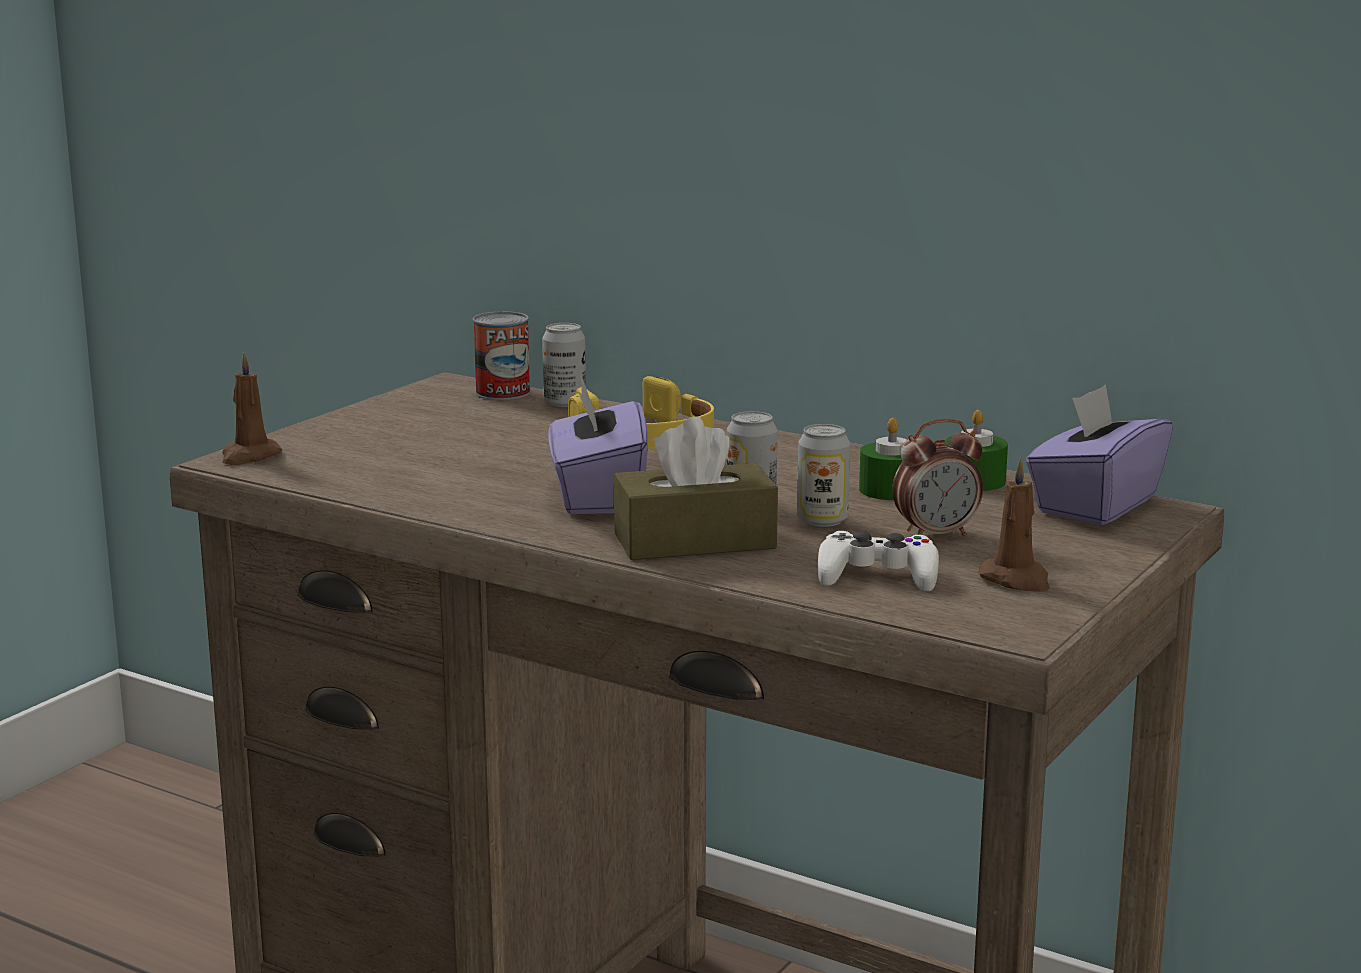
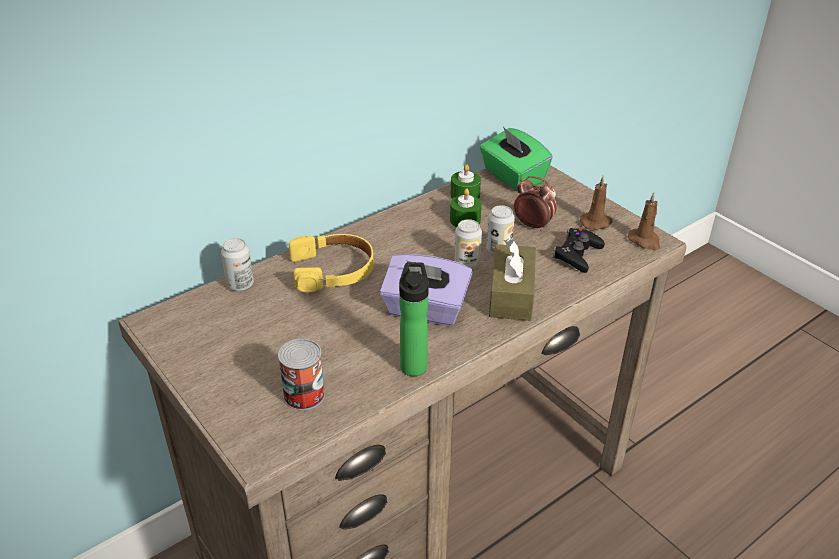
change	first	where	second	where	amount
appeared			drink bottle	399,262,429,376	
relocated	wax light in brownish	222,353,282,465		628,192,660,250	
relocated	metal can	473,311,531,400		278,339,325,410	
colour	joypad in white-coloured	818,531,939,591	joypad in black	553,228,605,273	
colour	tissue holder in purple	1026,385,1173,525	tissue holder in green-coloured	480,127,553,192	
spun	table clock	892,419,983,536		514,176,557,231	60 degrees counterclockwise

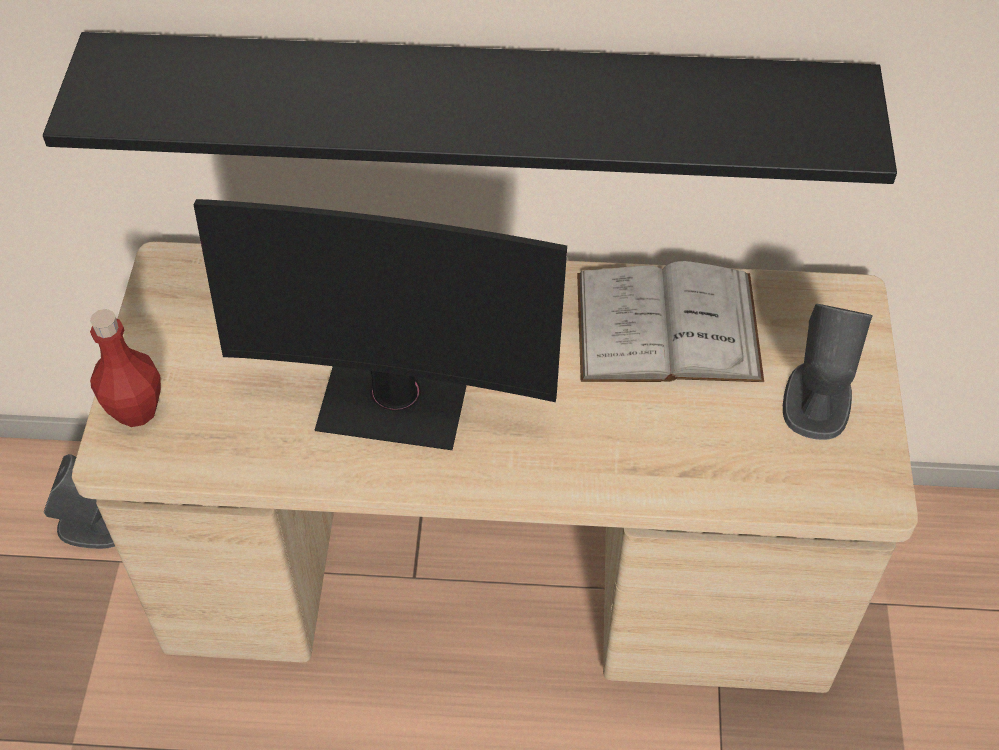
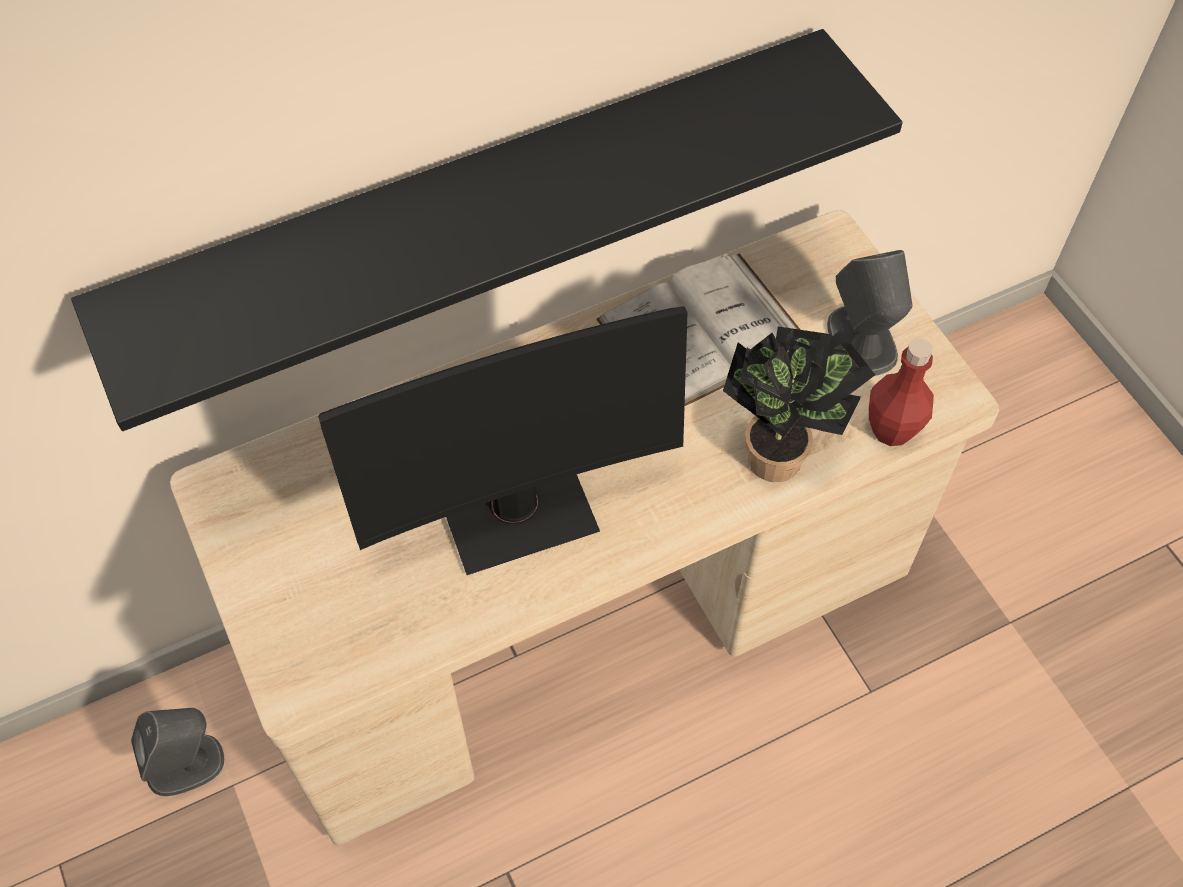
change	first	where	second	where	amount
appeared			potted plant	723,326,875,482	
relocated	drink bottle in reddish	90,309,161,427		869,338,934,446	

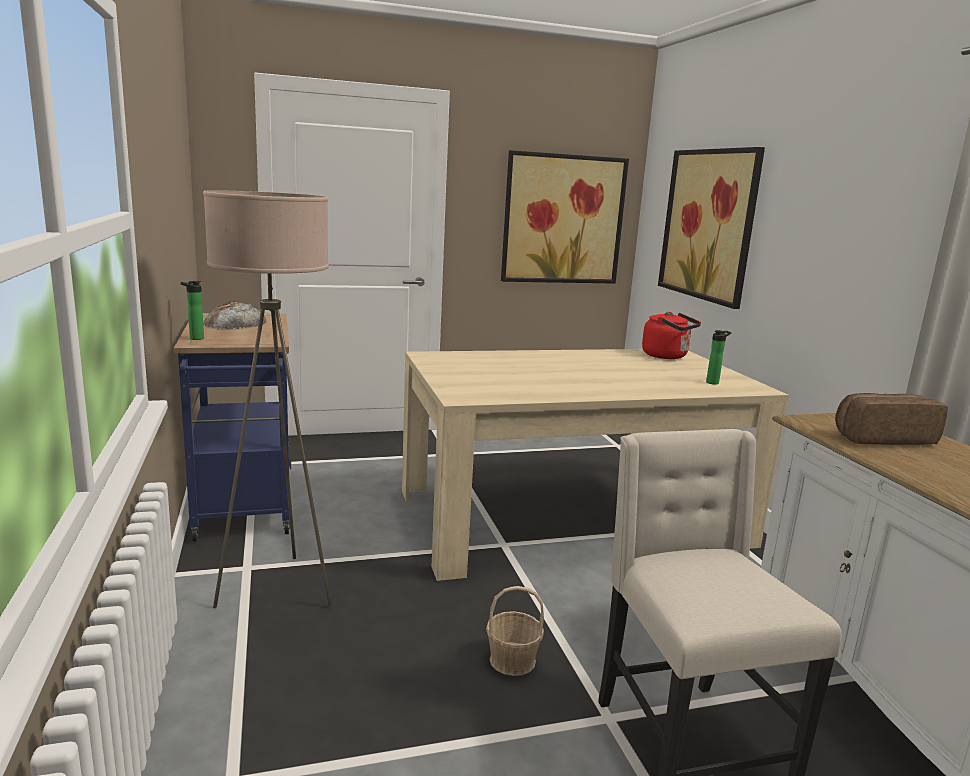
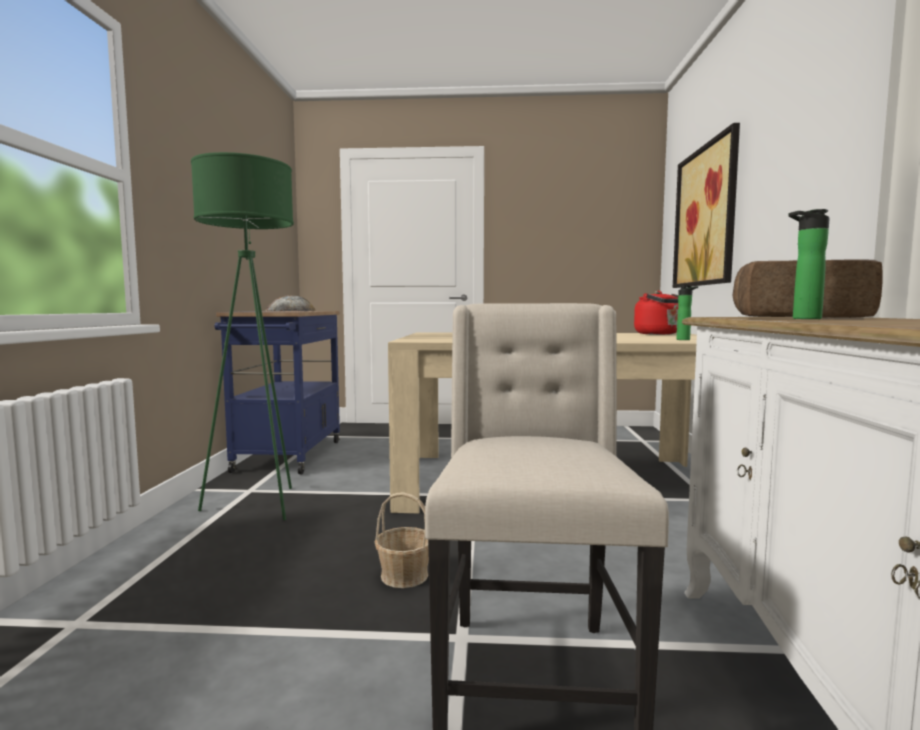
change	first	where	second	where	amount
missing	picture	501,150,629,284			
relocated	drink bottle	180,281,204,340		788,209,830,319	
colour	floor lamp in beige-coloured	203,190,332,608	floor lamp in green-coloured	191,152,294,520	

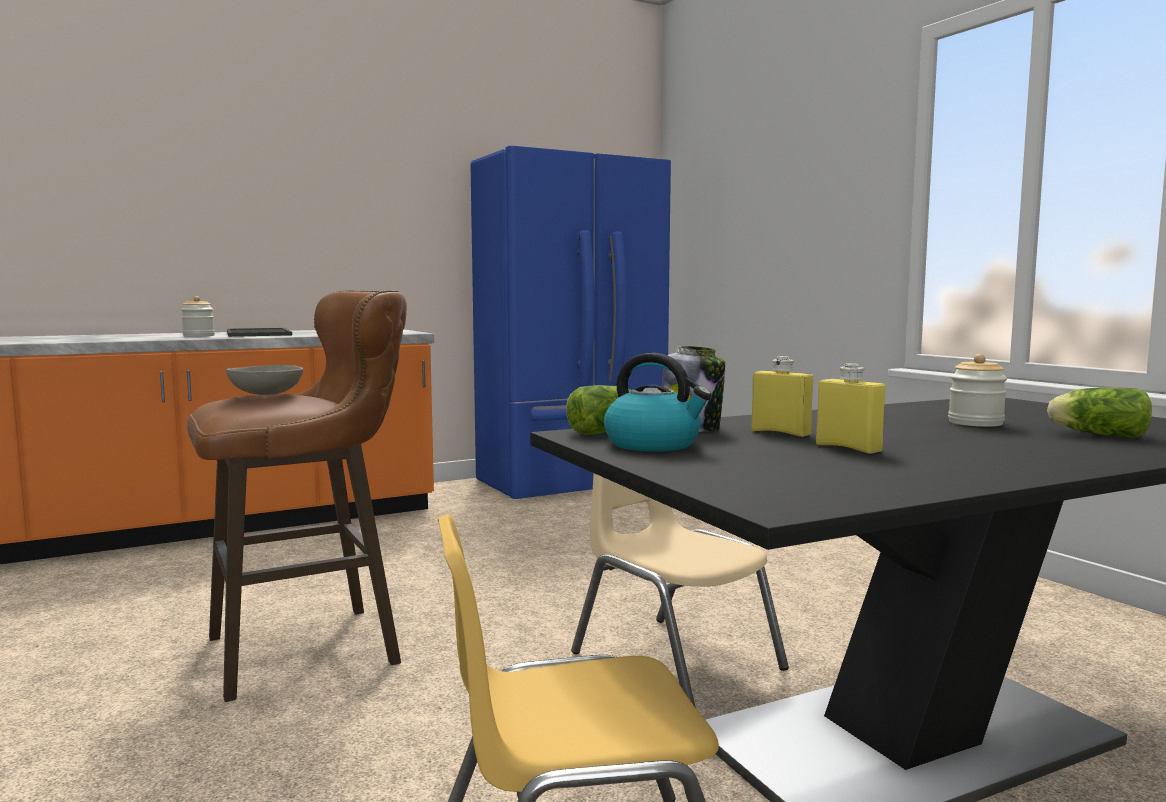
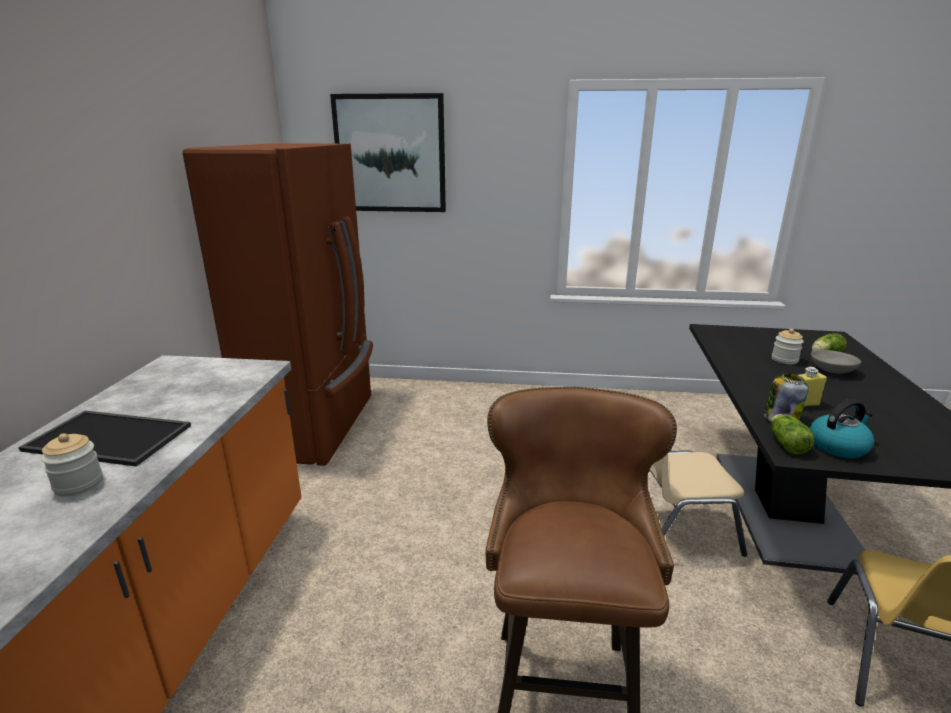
change	first	where	second	where	amount
missing	drink bottle in yellow	816,363,885,454			
appeared			picture	330,93,446,212	
relocated	deep dish in grey	226,365,303,395		811,350,861,374	
colour	refrigerator in blue	470,145,671,499	refrigerator in brownish	183,143,373,466	

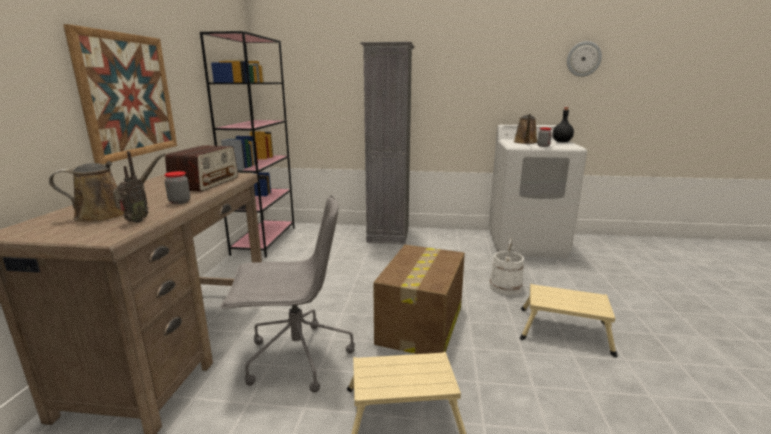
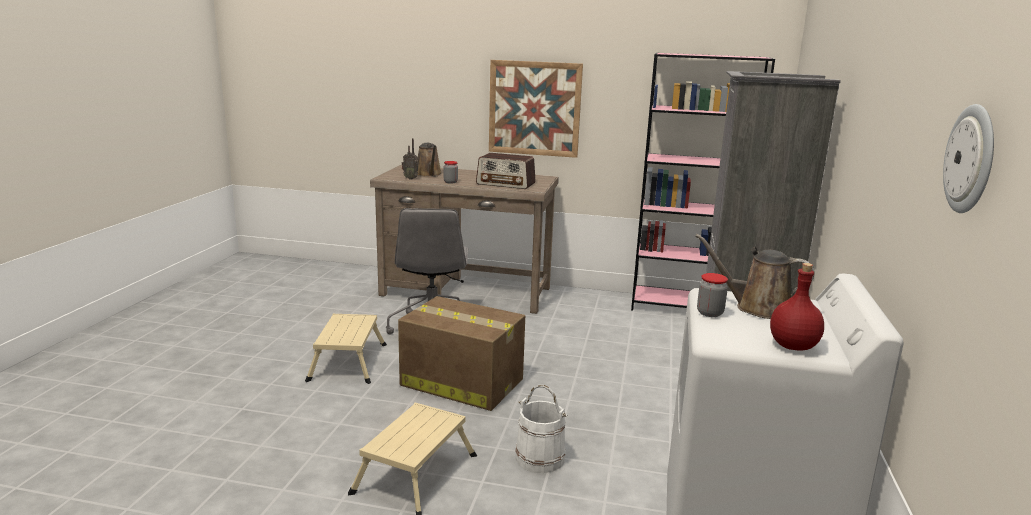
change	first	where	second	where	amount
colour	drink bottle in black	553,107,574,142	drink bottle in reddish	770,263,824,350	

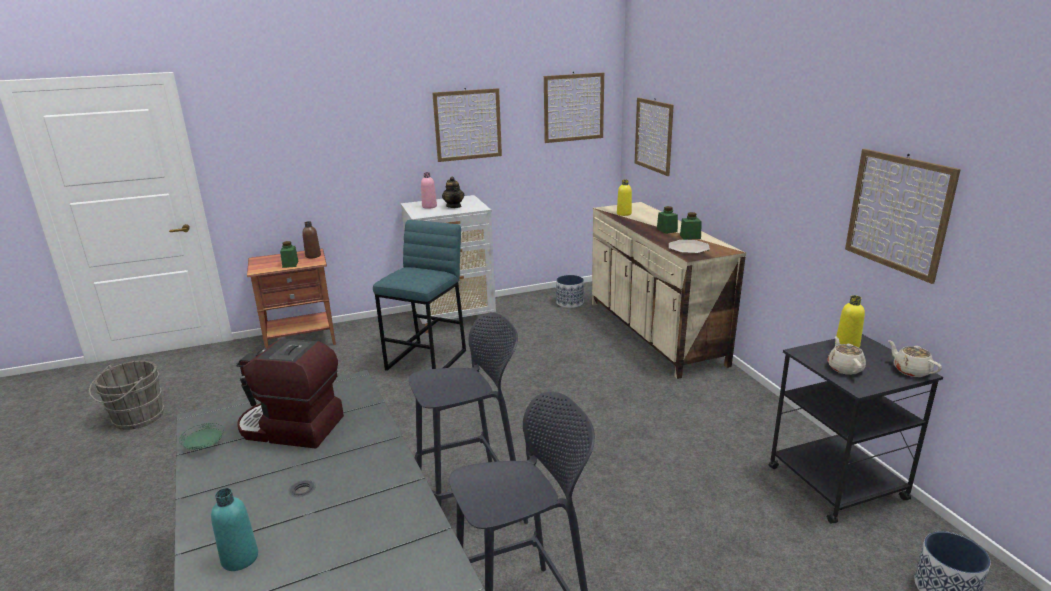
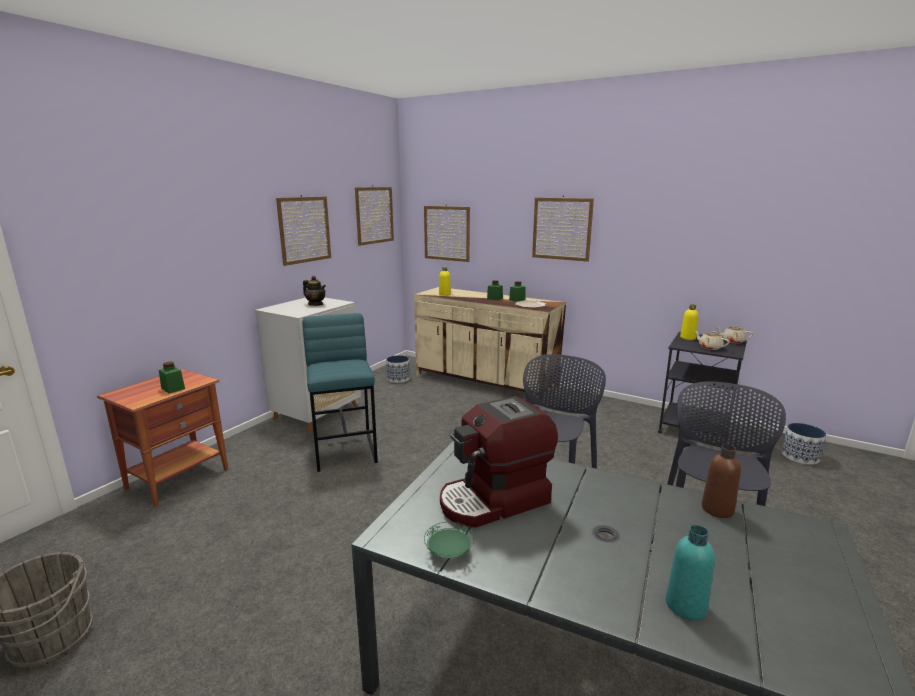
change	first	where	second	where	amount
missing	drink bottle in pink	421,172,437,209			
relocated	drink bottle in brownish	302,221,321,258		701,445,741,518	
relocated	picture	845,149,961,284		532,196,594,262	

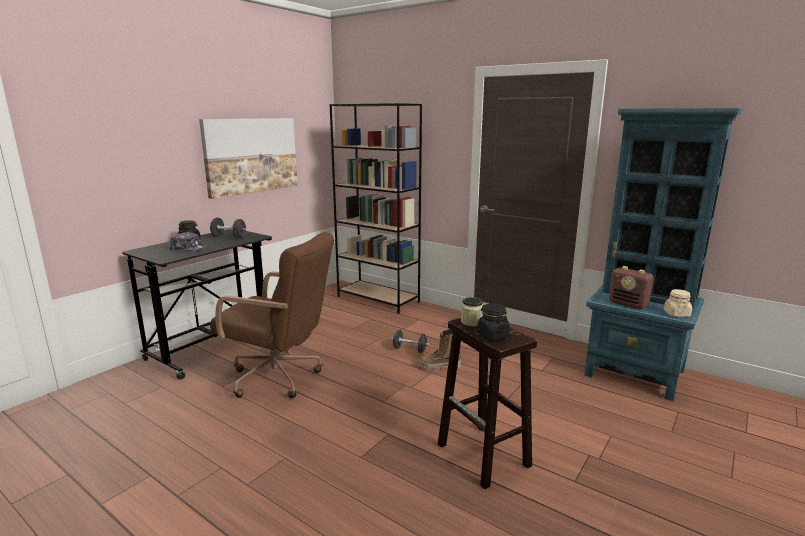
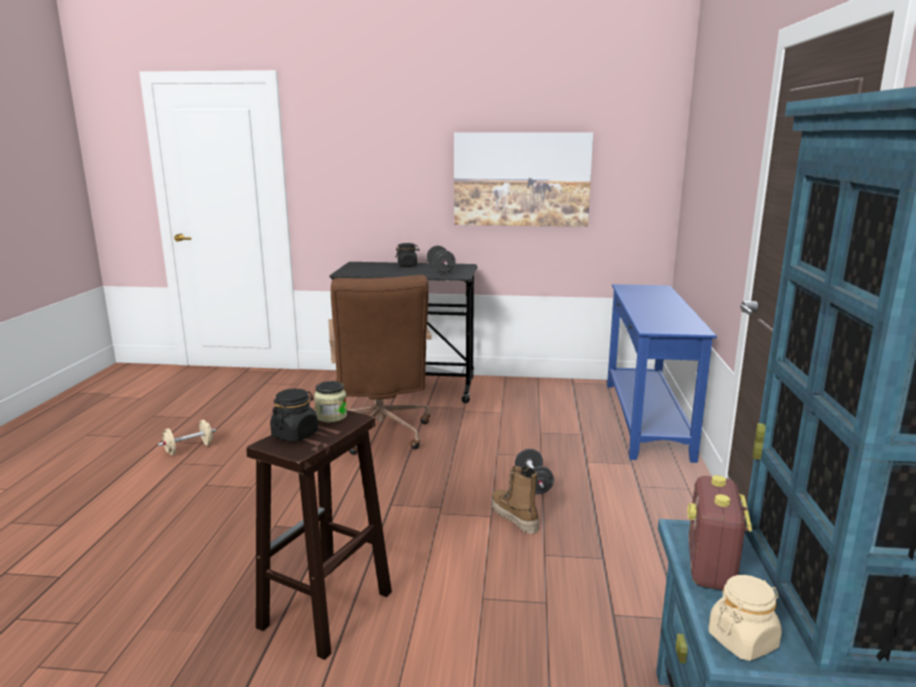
change	first	where	second	where	amount
missing	baseball cap	170,232,208,251			
appeared			dumbbell in beige-coloured	158,420,216,455	
exchanged	shelving unit in beige-coloured	330,103,422,314	hall table in blue	607,284,717,463	

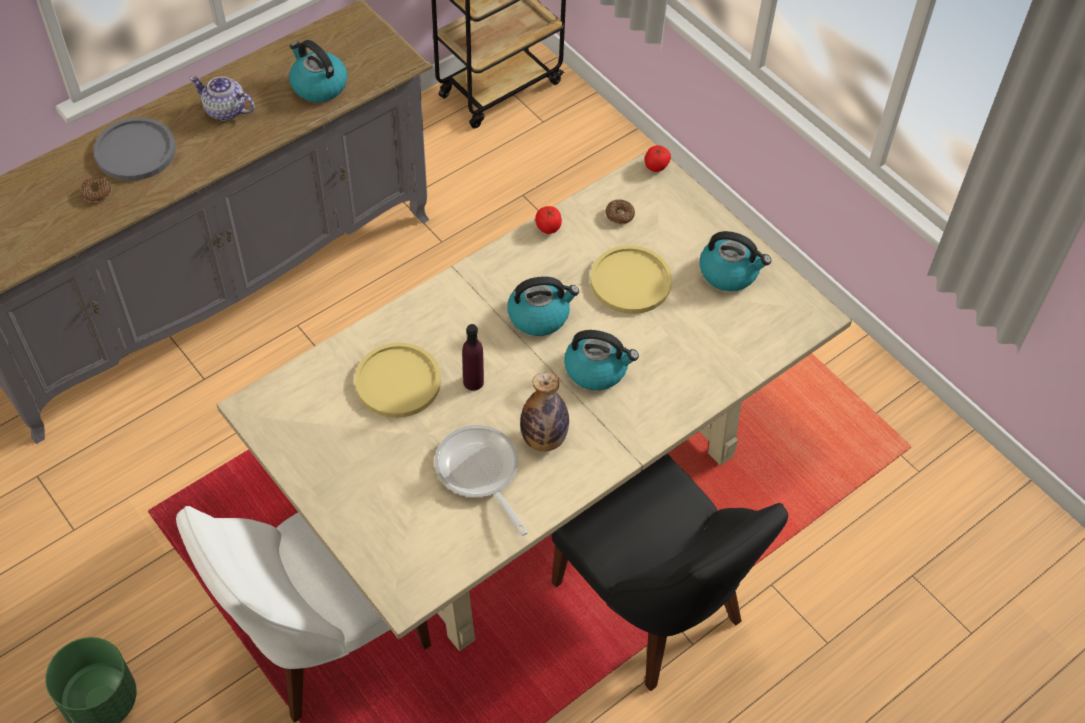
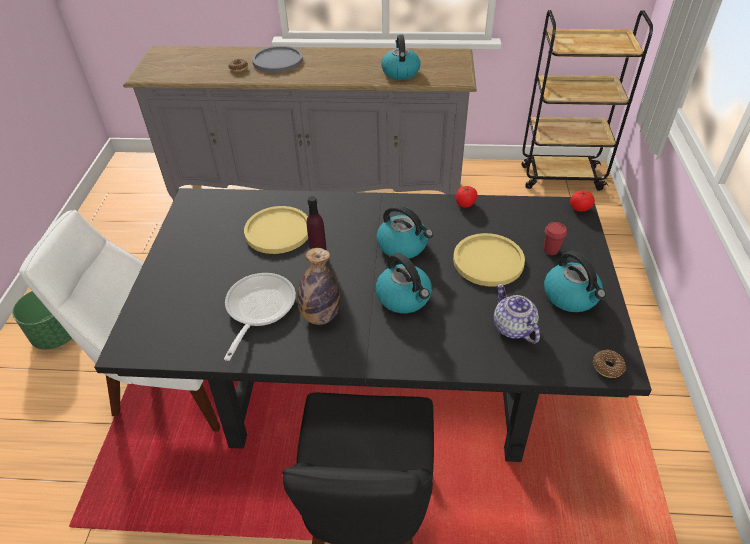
change	first	where	second	where	amount
appeared			drinking cup in reddish	544,222,567,255	
relocated	pot for tea	189,76,255,120		494,283,540,344	
relocated	doughnut	605,199,635,225		593,350,626,378	
colour	dinner table in beige-coloured	216,145,852,651	dinner table in black	94,188,652,462	

